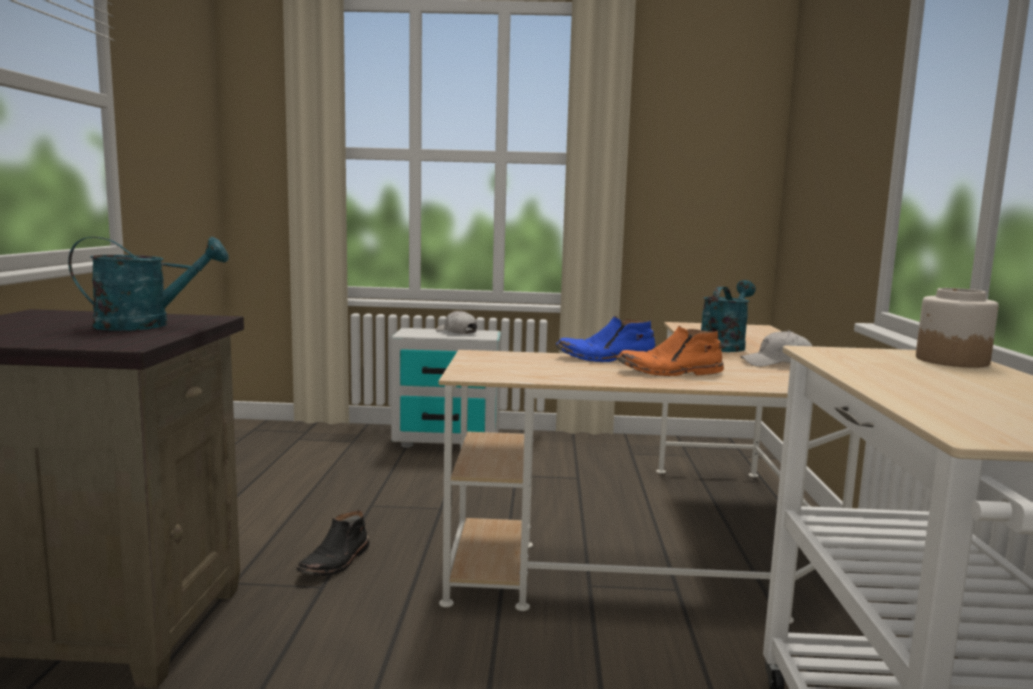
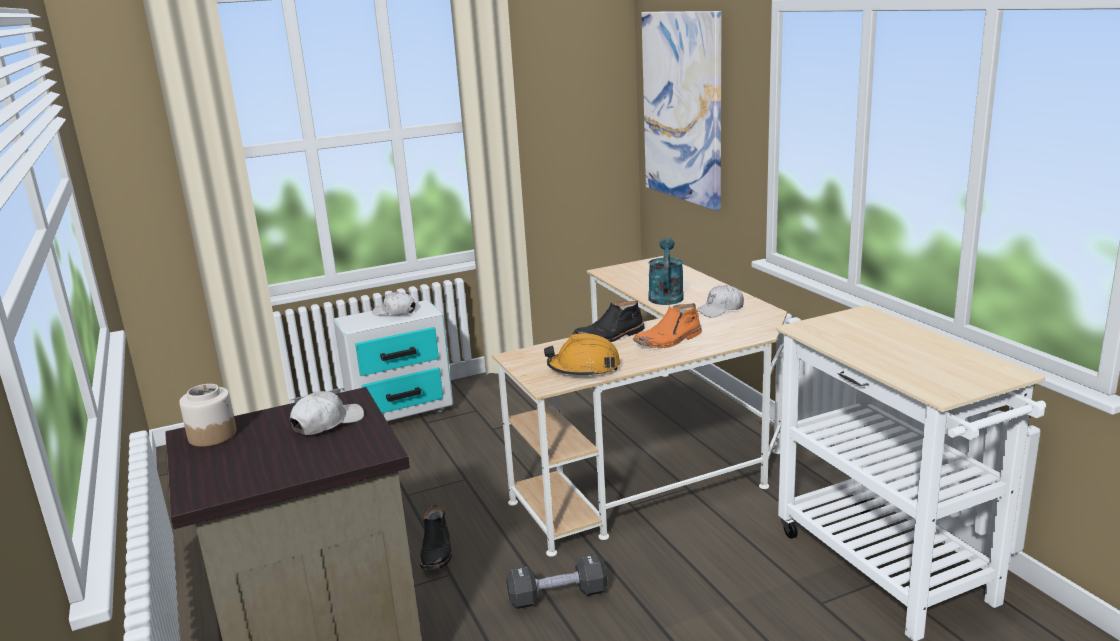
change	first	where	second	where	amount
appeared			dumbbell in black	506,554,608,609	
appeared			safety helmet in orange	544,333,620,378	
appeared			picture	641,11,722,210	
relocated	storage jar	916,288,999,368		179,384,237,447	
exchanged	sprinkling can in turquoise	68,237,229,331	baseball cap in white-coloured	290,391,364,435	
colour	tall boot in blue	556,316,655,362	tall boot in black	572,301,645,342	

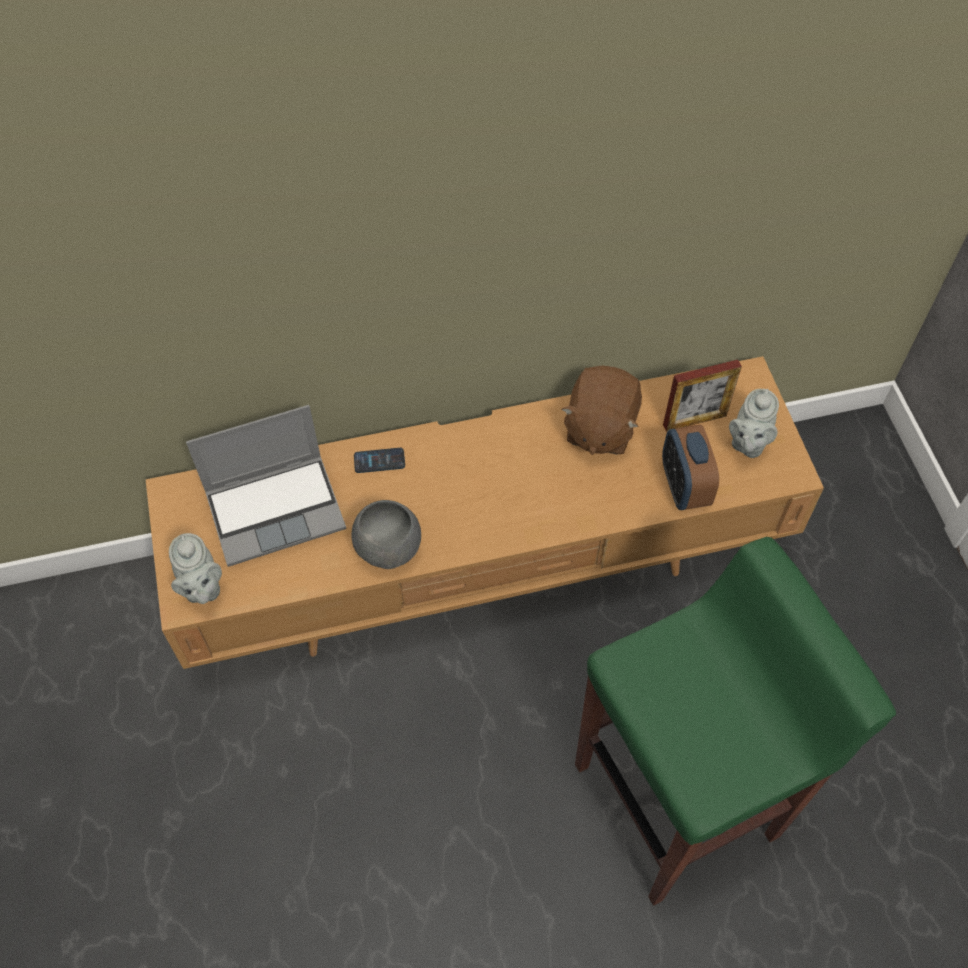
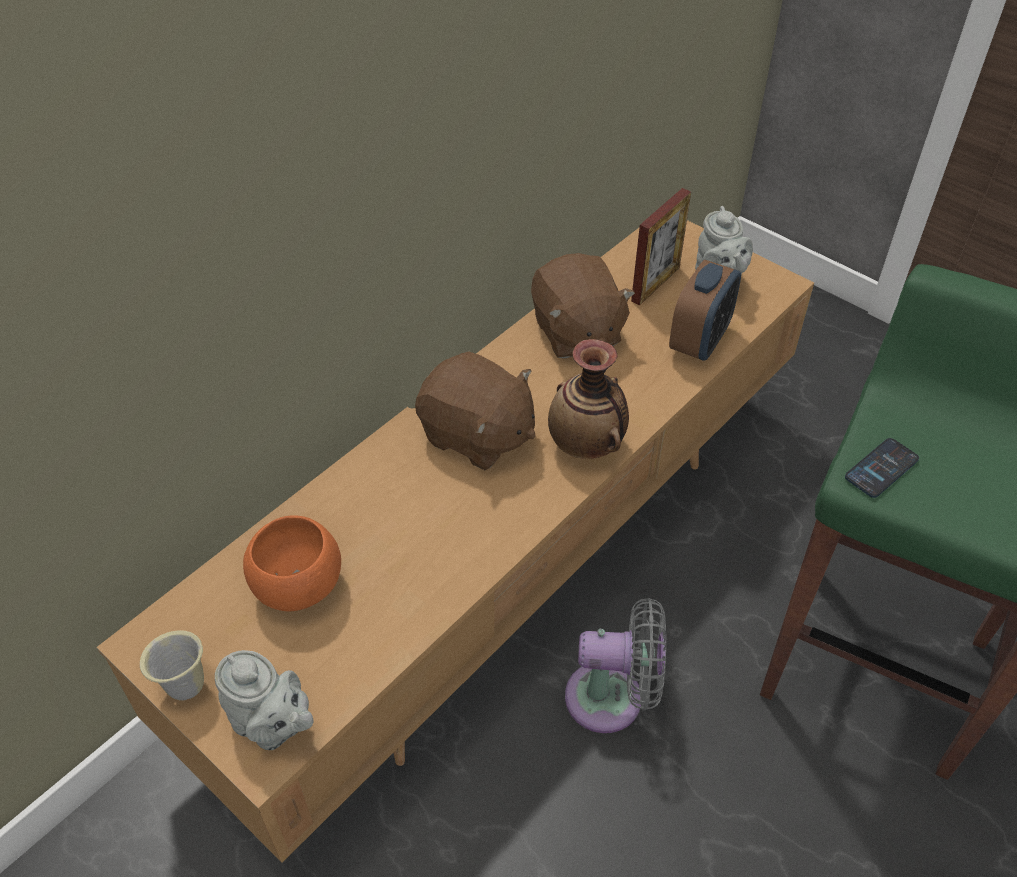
change	first	where	second	where	amount
missing	deep dish in grey	351,500,421,569			
appeared			coffee mug in beige-coloured	140,630,204,701	
appeared			soft toy in brownish	415,352,535,470	
appeared			flower vase	548,339,629,459	
appeared			electric fan in grey	565,598,667,733	
relocated	phone	354,448,405,473		845,438,919,498	
exchanged	notebook computer	186,405,346,567	deep dish in orange	243,515,341,612	
spun	table clock	662,425,719,510		669,260,741,361	105 degrees counterclockwise

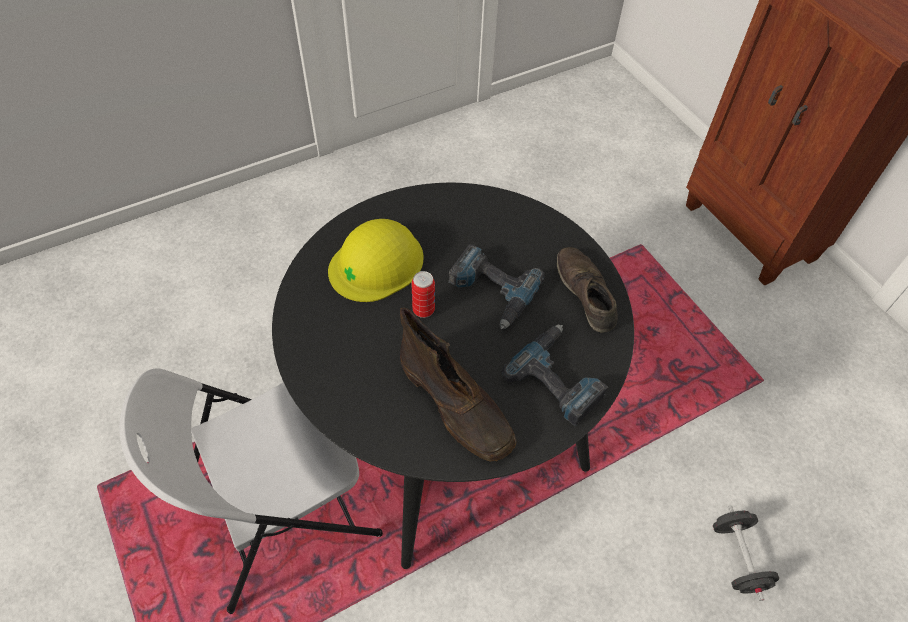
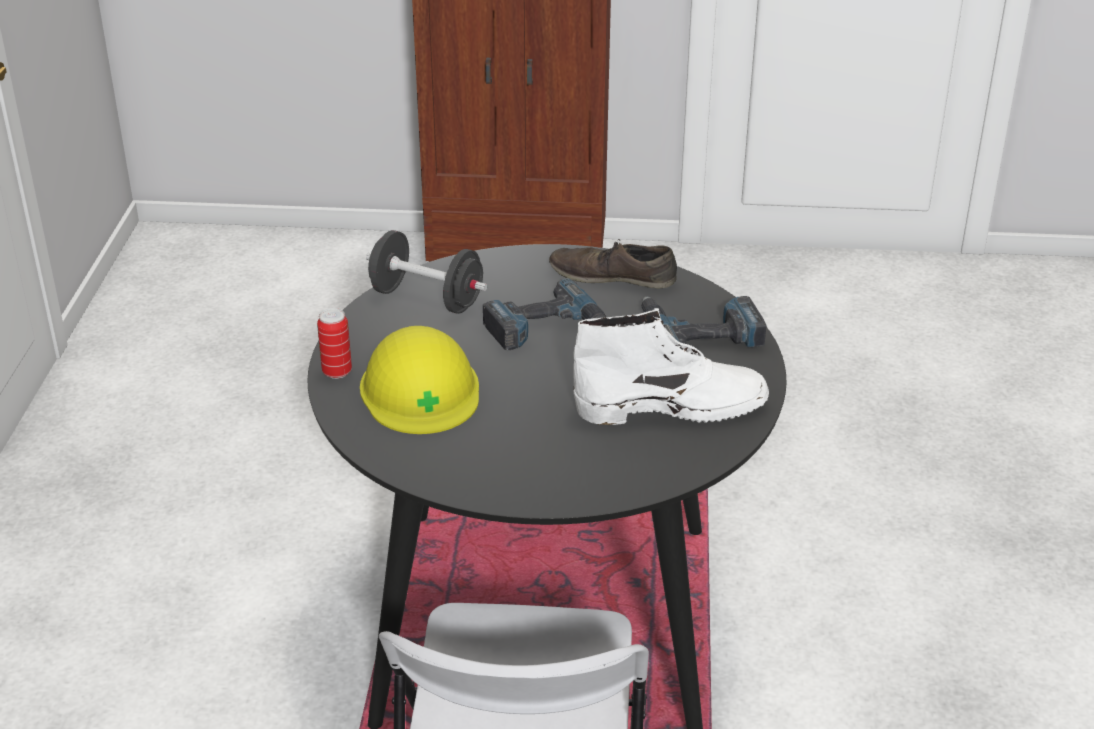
change	first	where	second	where	amount
relocated	metal can	411,271,435,318		317,308,352,379	
relocated	dumbbell in black	713,506,779,601		366,230,488,314	
colour	tall boot in brownish	400,308,516,462	tall boot in white-coloured	573,308,769,425	

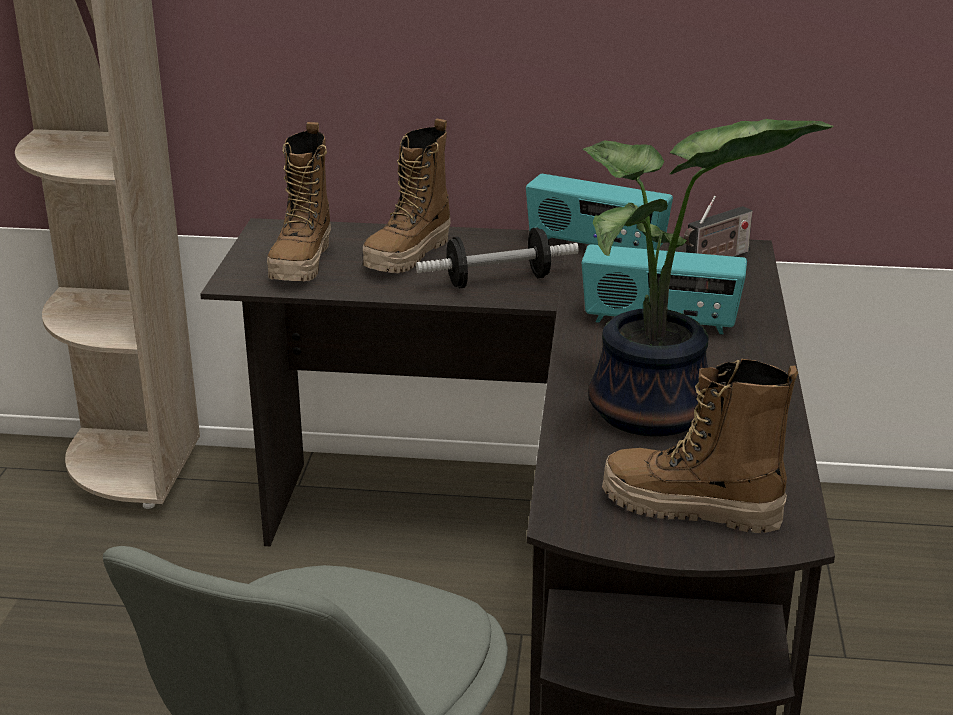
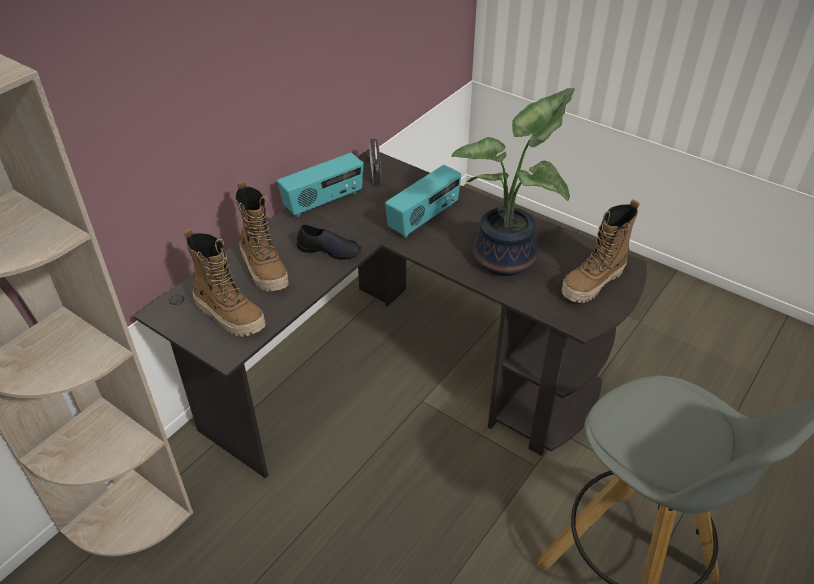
change	first	where	second	where	amount
exchanged	dumbbell	416,227,579,289	shoe in black	296,225,361,260	

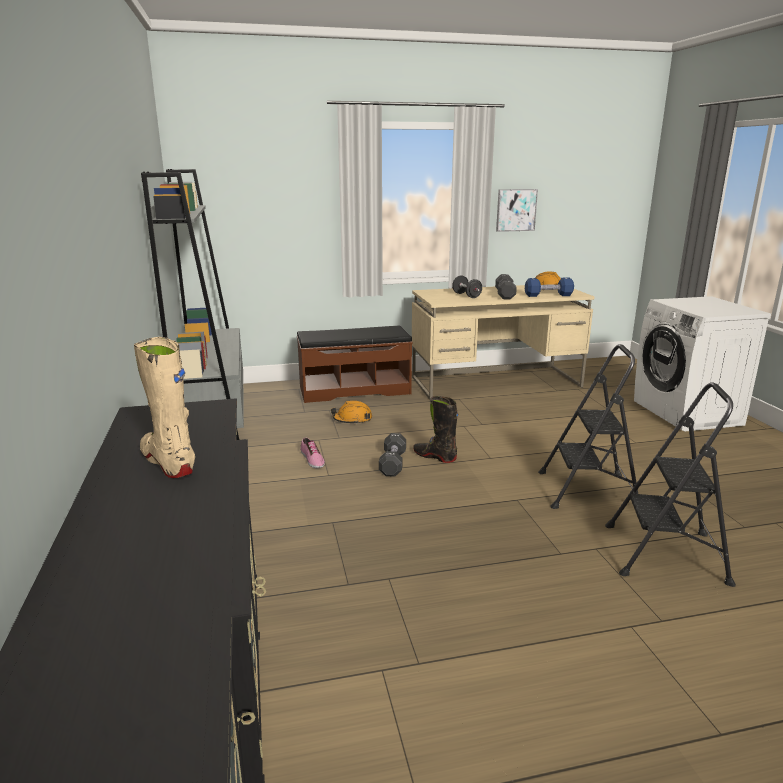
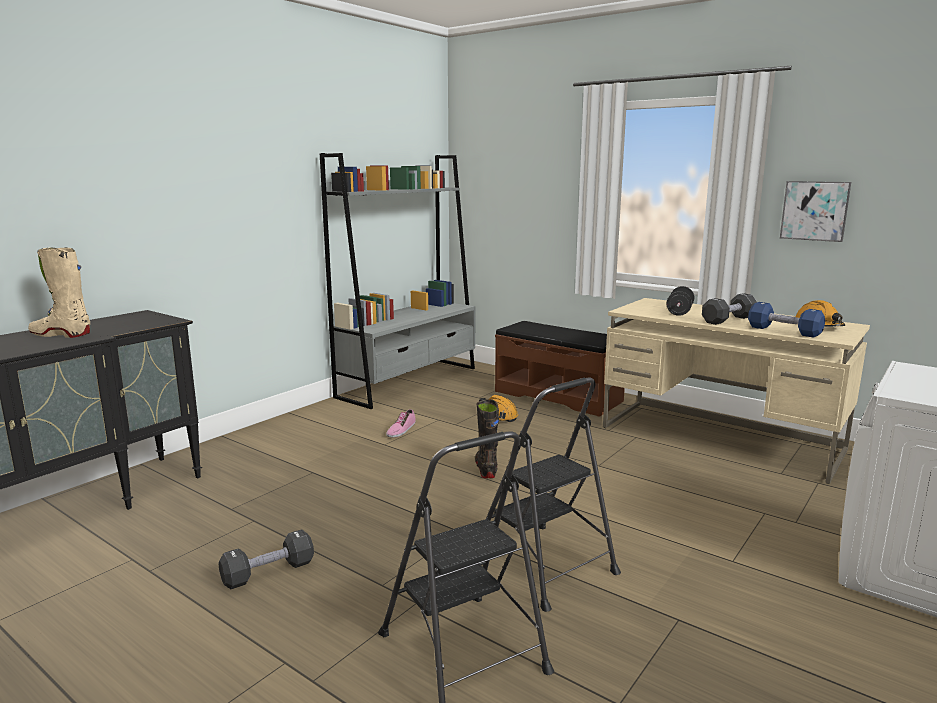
change	first	where	second	where	amount
relocated	dumbbell in black	379,433,406,477		218,529,314,589	
spun	tall boot in beige-coloured	134,337,195,478		28,247,90,338	90 degrees counterclockwise

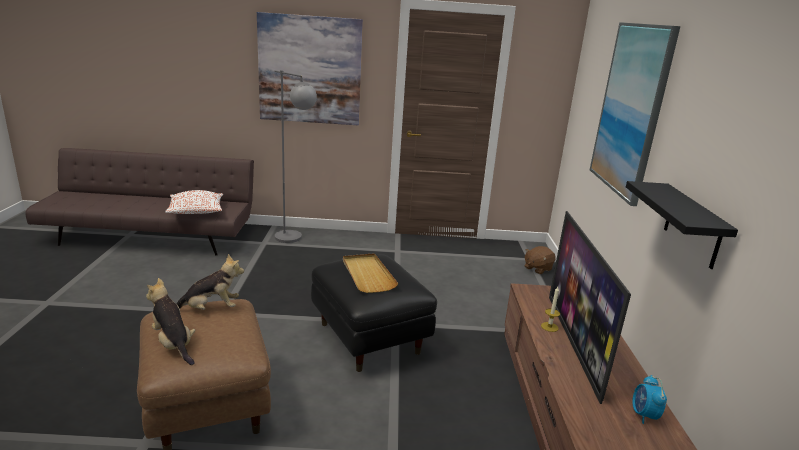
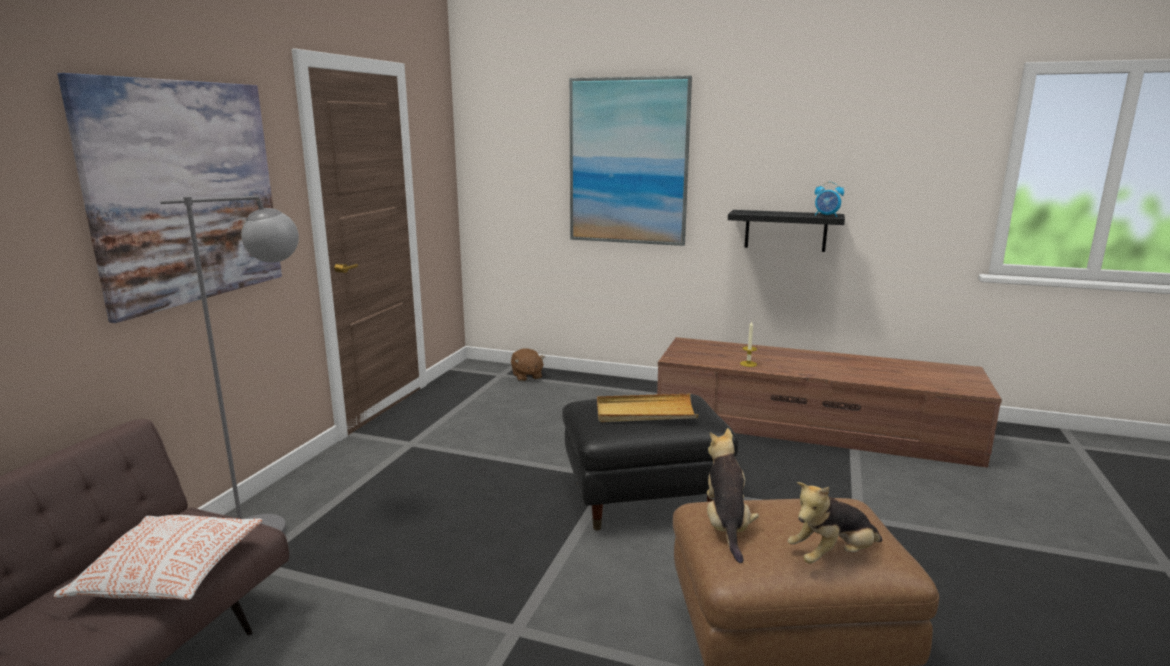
change	first	where	second	where	amount
missing	TV set	549,211,631,404			
relocated	table clock	632,375,667,424		815,182,844,217	

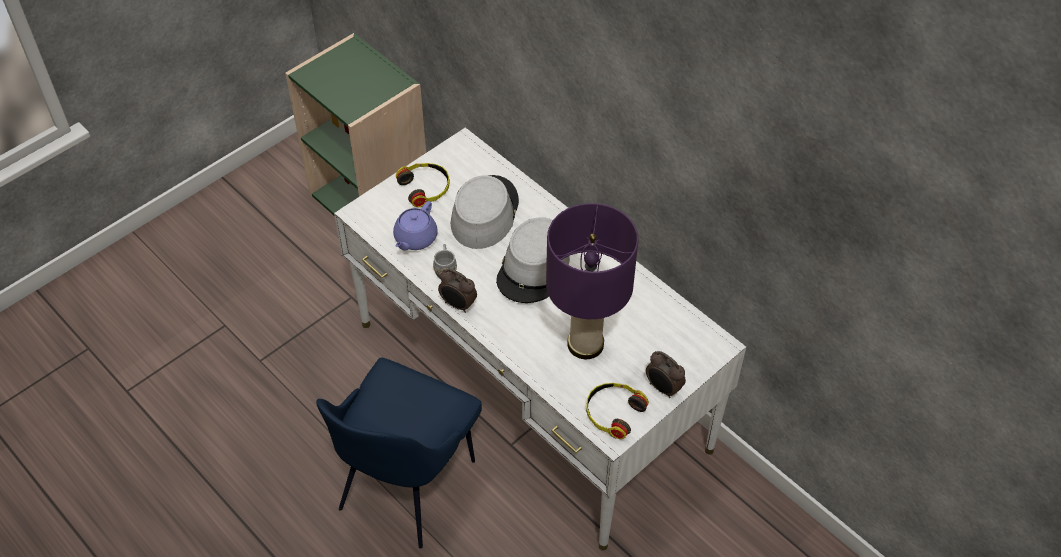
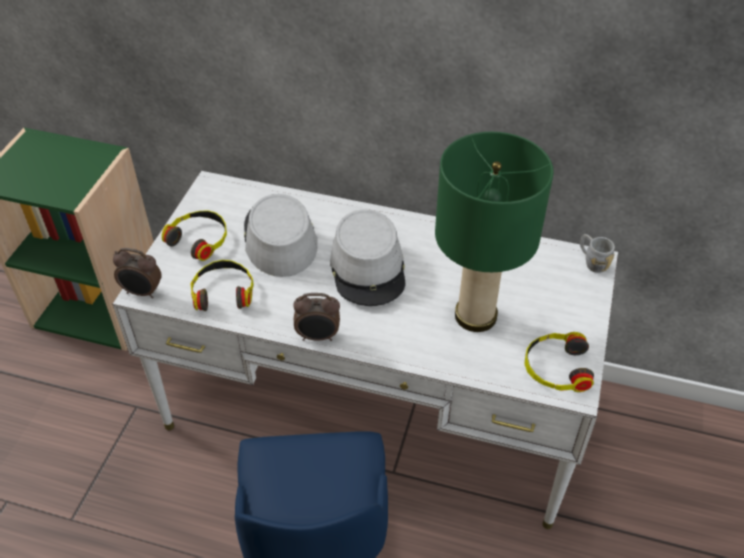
change	first	where	second	where	amount
relocated	coffee mug in grey	433,244,457,279		580,234,615,273	
relocated	table clock	646,351,686,398		113,248,162,298	
exchanged	pot for tea in purple	393,201,438,250	headset	191,260,254,311	
colour	table lamp in purple	546,203,639,359	table lamp in green-coloured	435,132,554,332	

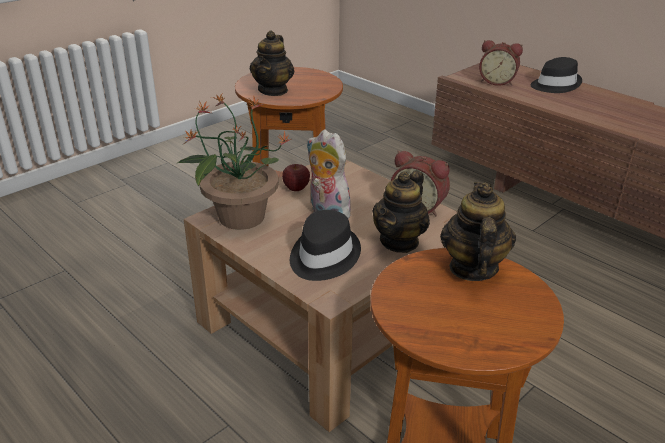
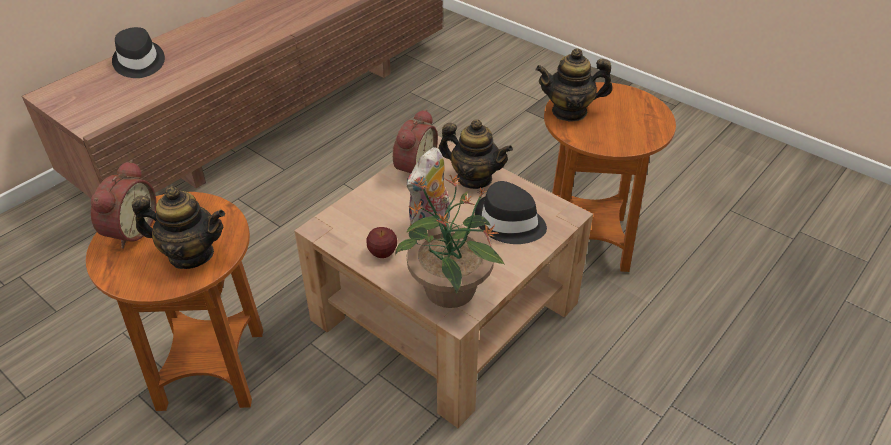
change	first	where	second	where	amount
relocated	table clock	479,40,523,86		91,160,156,249	

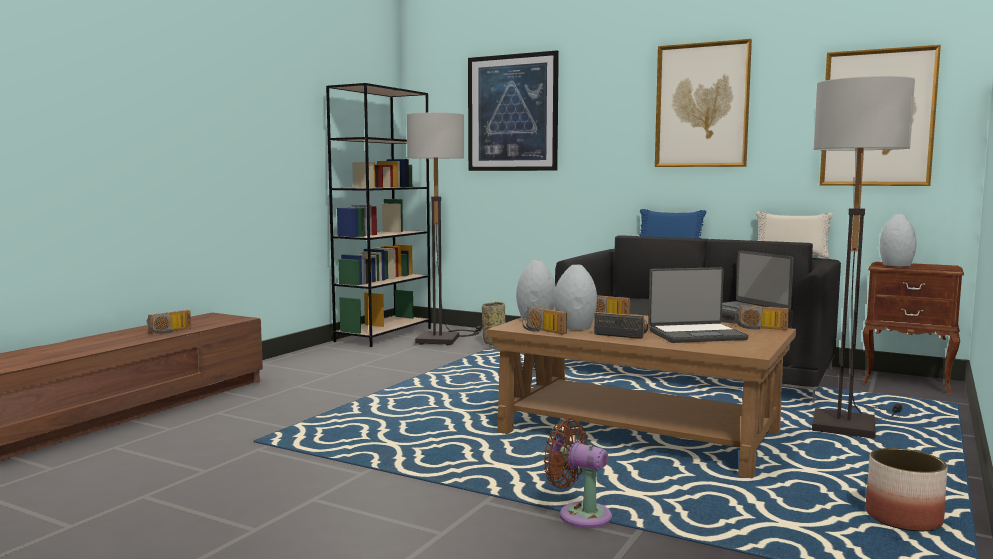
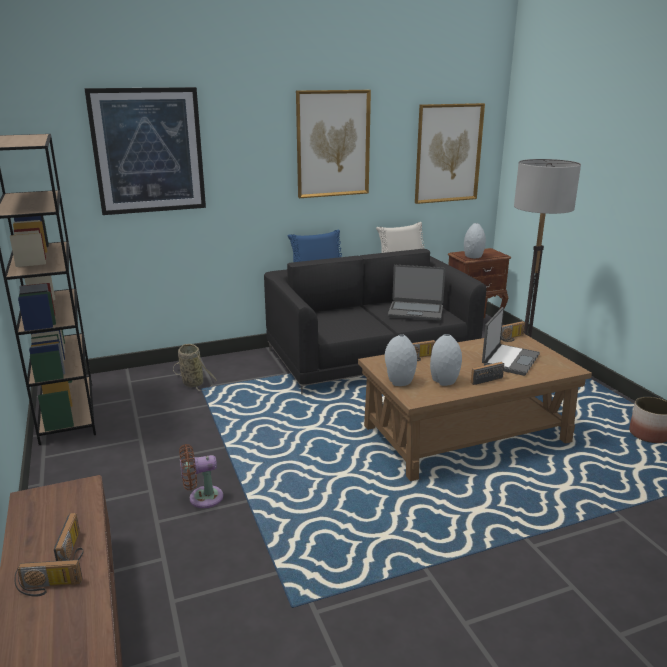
change	first	where	second	where	amount
missing	floor lamp	407,112,482,345			
relocated	radio	522,307,567,334		14,560,83,597	
relocated	electric fan in brownish	544,418,612,528		179,444,223,508	

